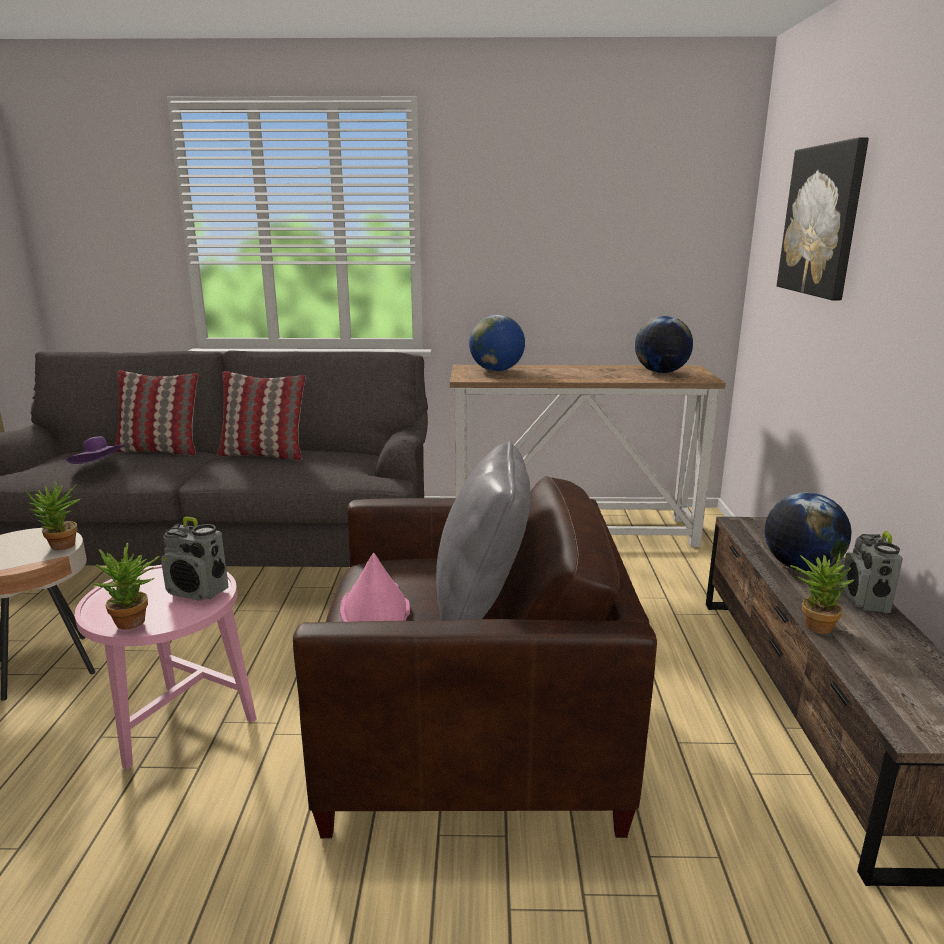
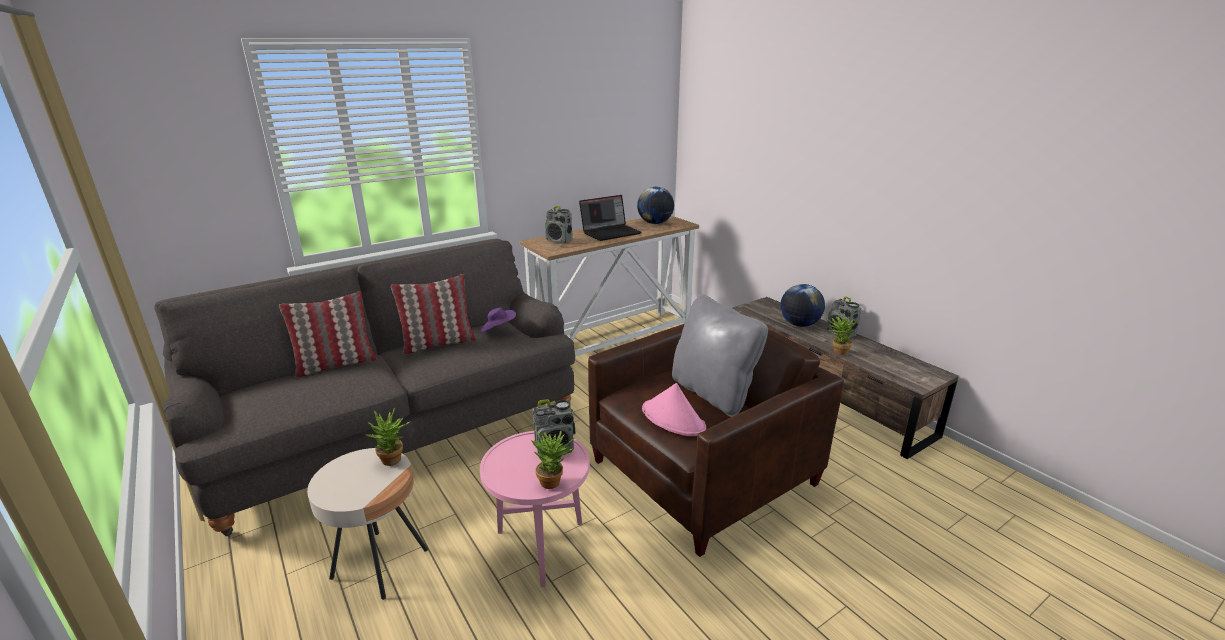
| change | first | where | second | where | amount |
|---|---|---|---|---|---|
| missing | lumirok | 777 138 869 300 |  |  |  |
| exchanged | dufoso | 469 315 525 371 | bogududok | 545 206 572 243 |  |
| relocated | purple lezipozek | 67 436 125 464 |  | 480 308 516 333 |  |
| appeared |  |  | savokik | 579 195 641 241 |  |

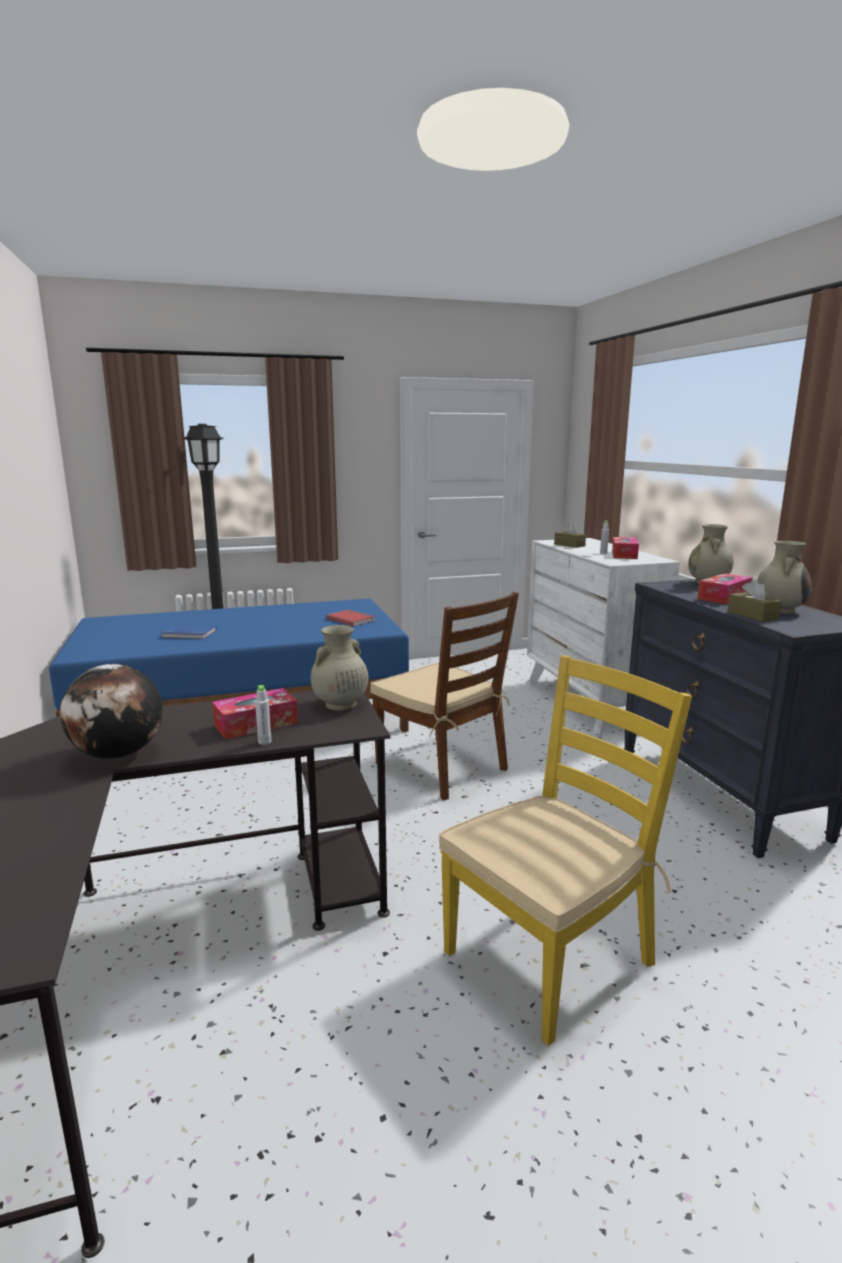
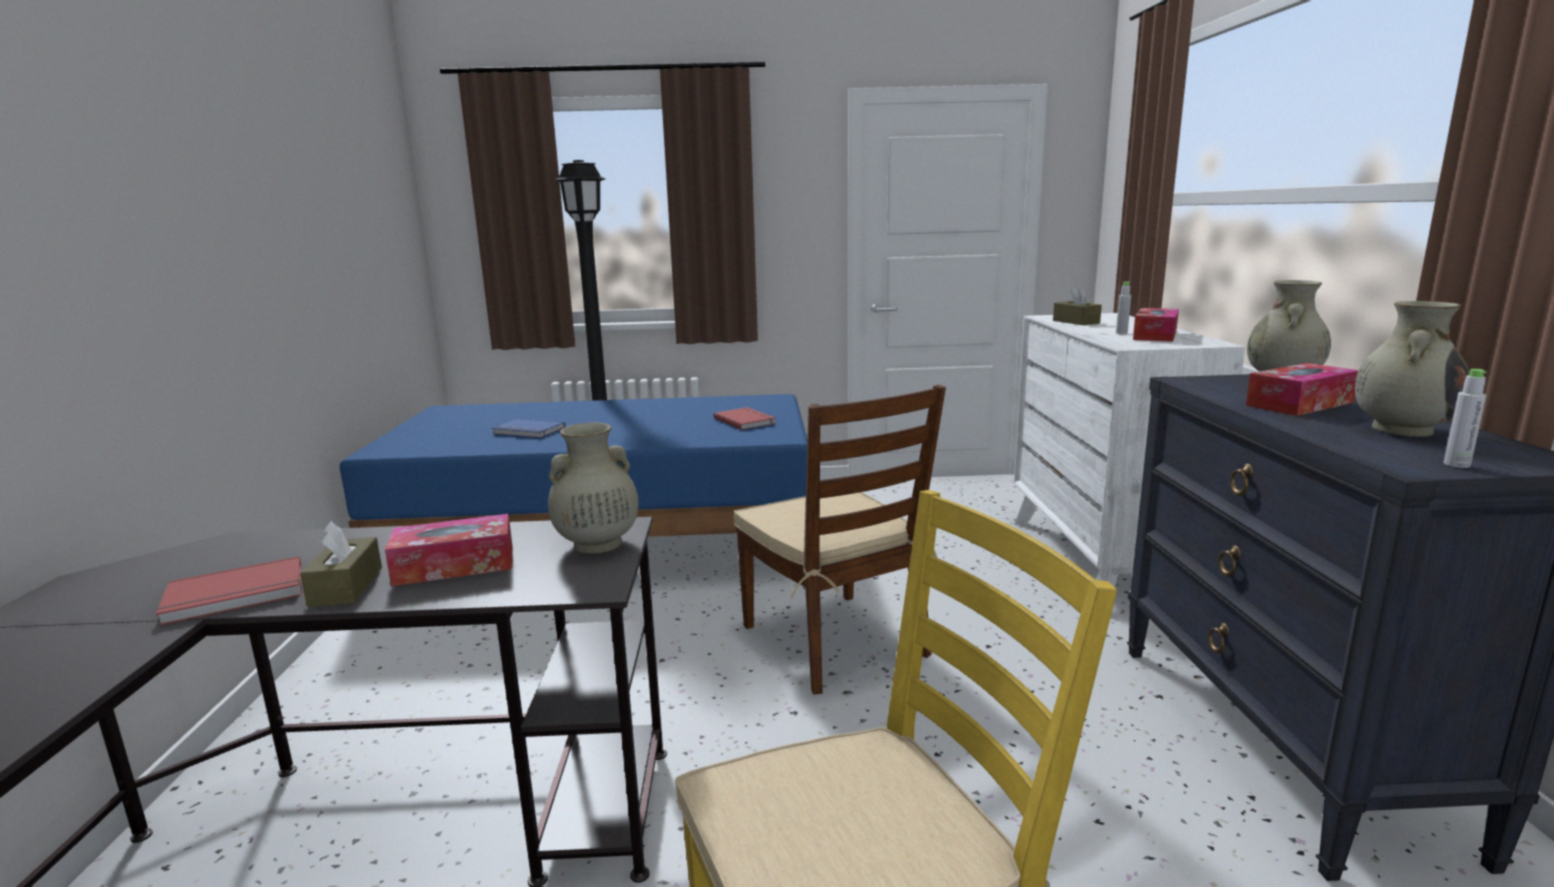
| change | first | where | second | where | amount |
|---|---|---|---|---|---|
| relocated | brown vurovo | 728 579 782 622 |  | 300 521 382 607 |  |
| exchanged | dufoso | 60 664 163 759 | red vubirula | 156 556 302 626 |  |
| relocated | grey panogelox | 255 685 271 745 |  | 1443 369 1487 468 |  |

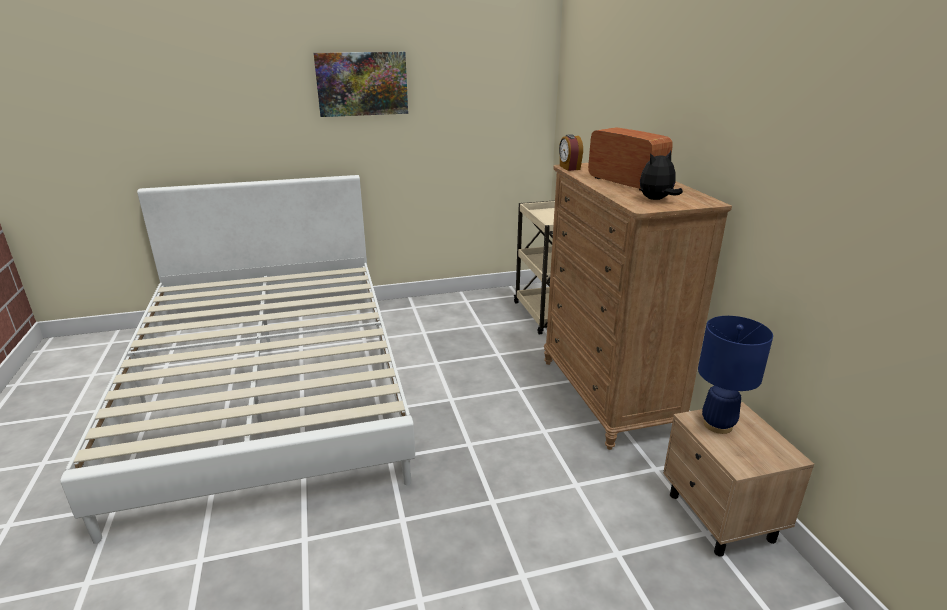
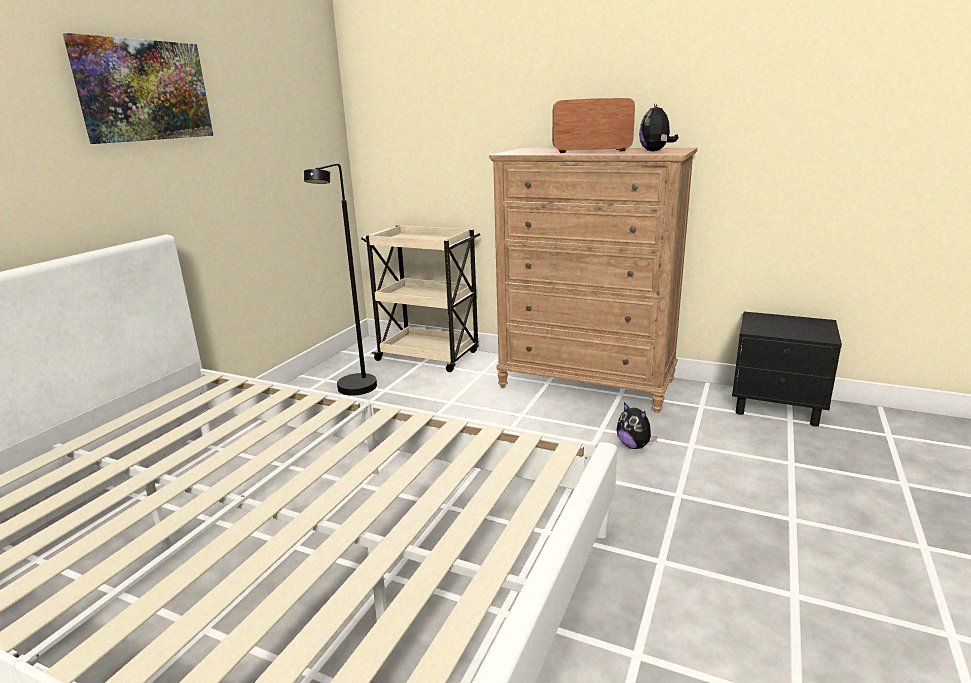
| change | first | where | second | where | amount |
|---|---|---|---|---|---|
| missing | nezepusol | 559 134 583 171 |  |  |  |
| missing | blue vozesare | 698 316 773 434 |  |  |  |
| colour | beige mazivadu | 663 402 814 557 | black mazivadu | 732 312 842 427 |  |
| appeared |  |  | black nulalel | 304 163 377 396 |  |
| appeared |  |  | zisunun | 617 402 657 449 |  |

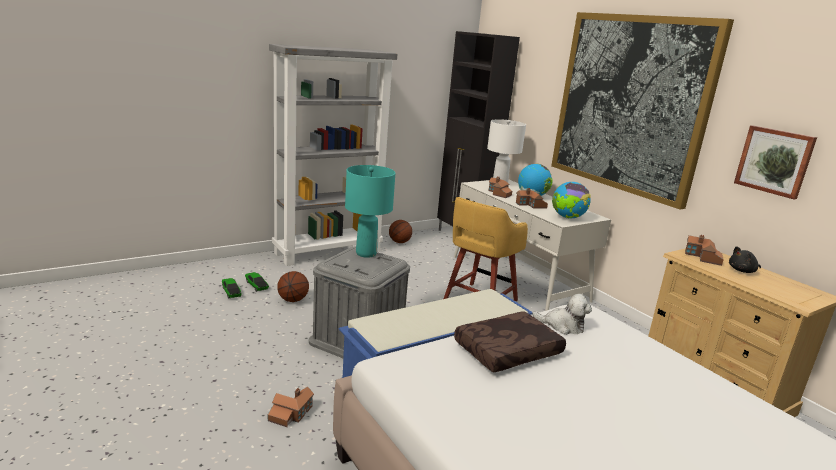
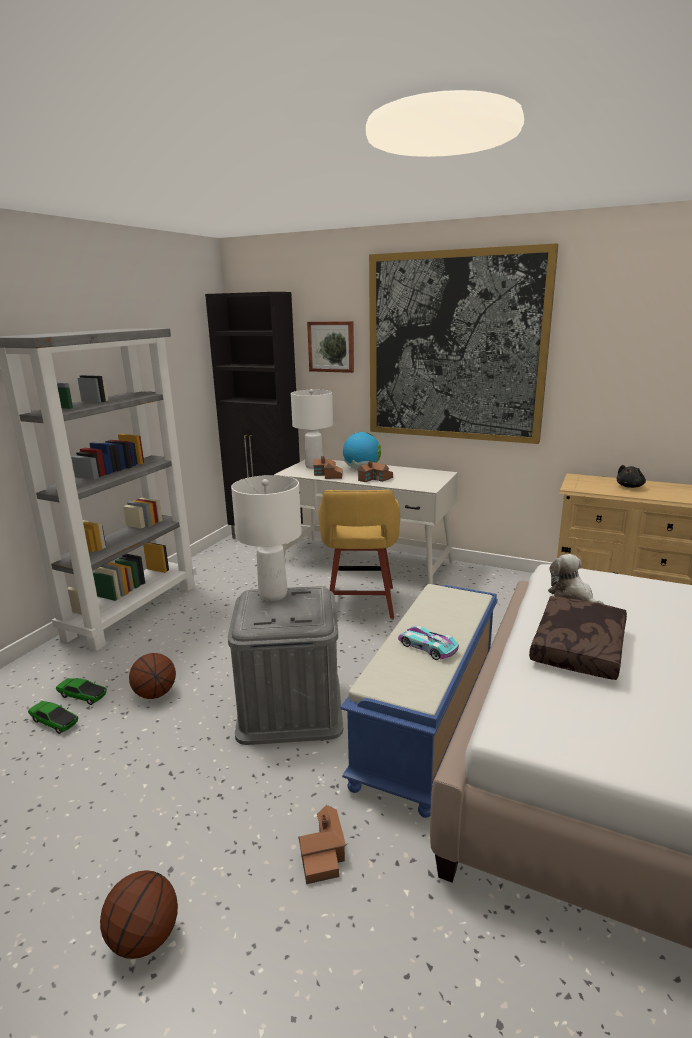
| change | first | where | second | where | amount |
|---|---|---|---|---|---|
| relocated | lumirok | 734 125 817 199 |  | 307 321 354 373 |  |
| colour | turquoise vozesare | 345 165 395 258 | white vozesare | 231 475 302 601 |  |
| missing | dufoso | 552 182 591 219 |  |  |  |
| relocated | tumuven | 389 220 412 243 |  | 100 870 178 959 |  |
| missing | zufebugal | 685 235 724 266 |  |  |  |
| spun | zisunun | 532 294 592 335 |  | 548 554 604 604 | 105 degrees counterclockwise |
| appeared |  |  | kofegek | 398 625 459 660 |  |

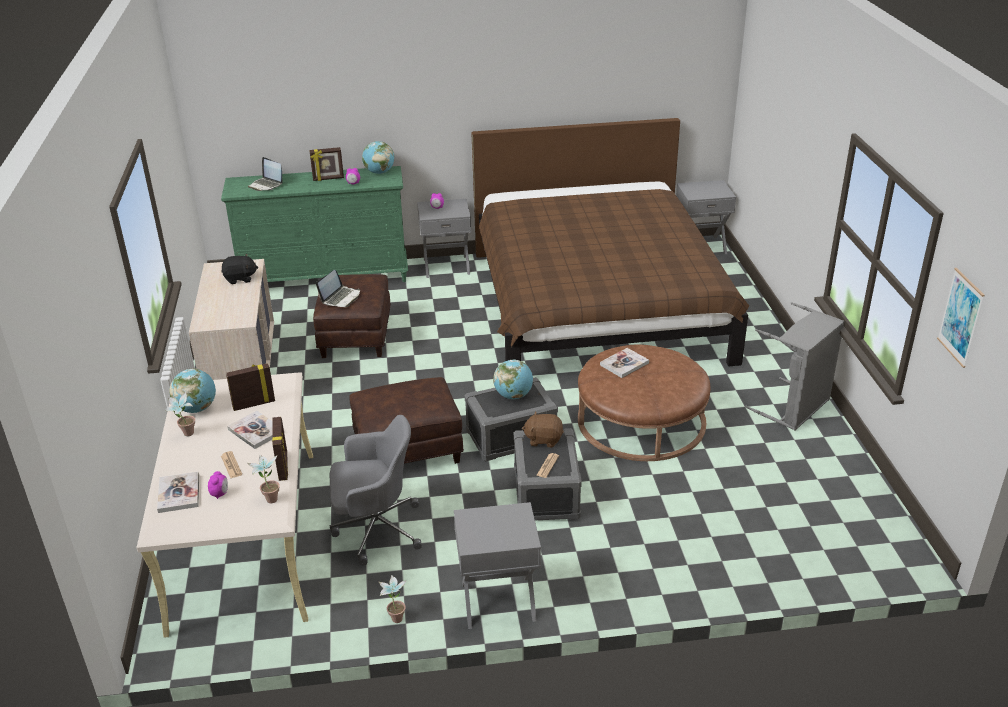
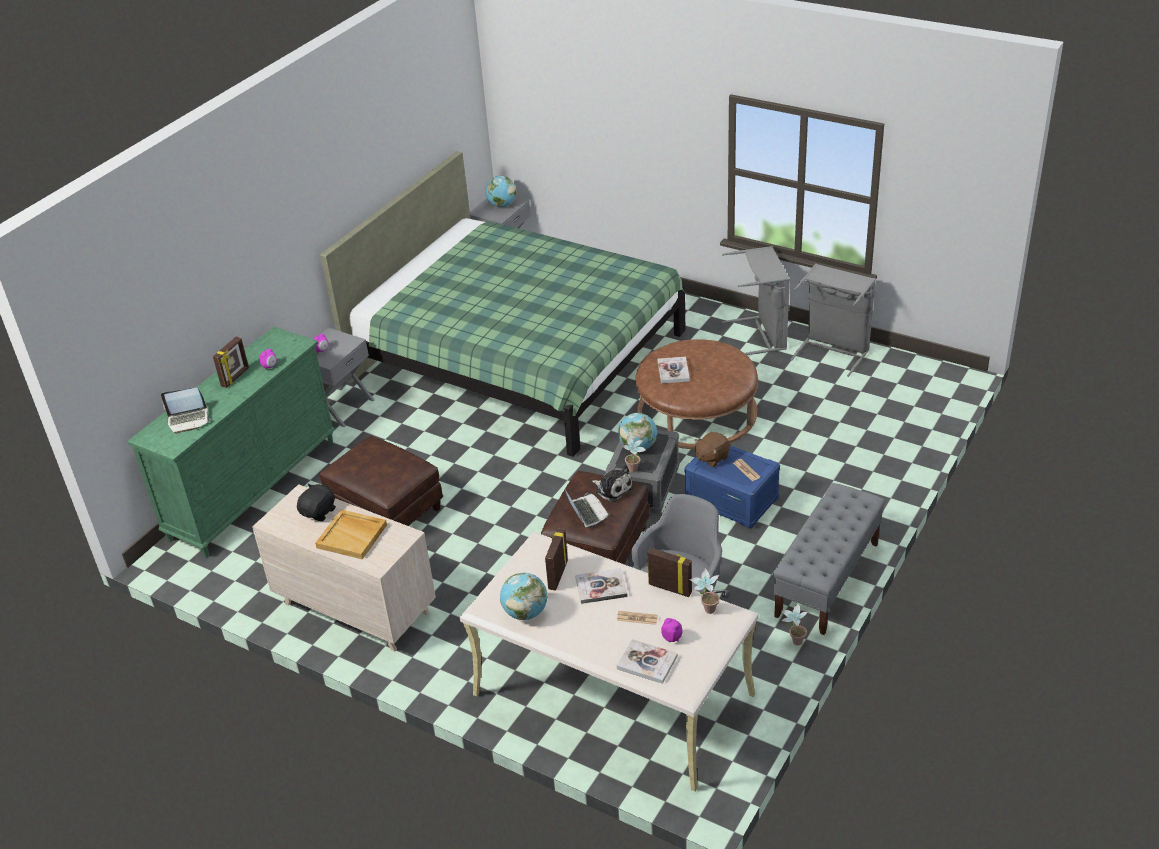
| change | first | where | second | where | amount |
|---|---|---|---|---|---|
| colour | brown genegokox | 471 118 749 366 | green genegokox | 320 151 685 457 |  |
| relocated | dufoso | 362 141 394 174 |  | 485 176 516 207 |  |
| missing | lumirok | 937 268 985 368 |  |  |  |
| relocated | savokik | 316 270 360 307 |  | 565 490 609 528 |  |
| relocated | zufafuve | 165 392 195 436 |  | 622 436 646 473 |  |
| colour | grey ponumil | 514 428 582 520 | blue ponumil | 684 445 780 528 |  |
| exchanged | grey mazivadu | 454 502 541 629 | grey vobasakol | 773 483 885 635 |  |
| appeared |  |  | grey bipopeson | 791 263 876 377 |  |
| appeared |  |  | zisunun | 592 465 633 502 |  |
| appeared |  |  | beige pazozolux | 315 509 387 559 |  |

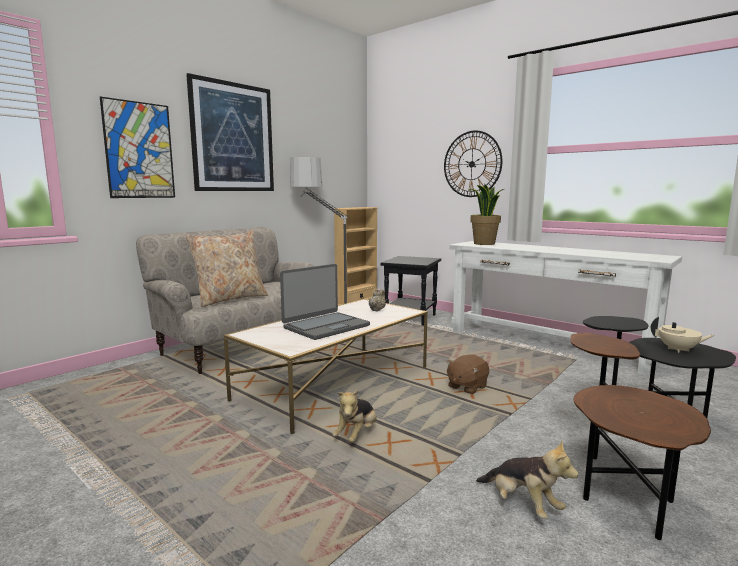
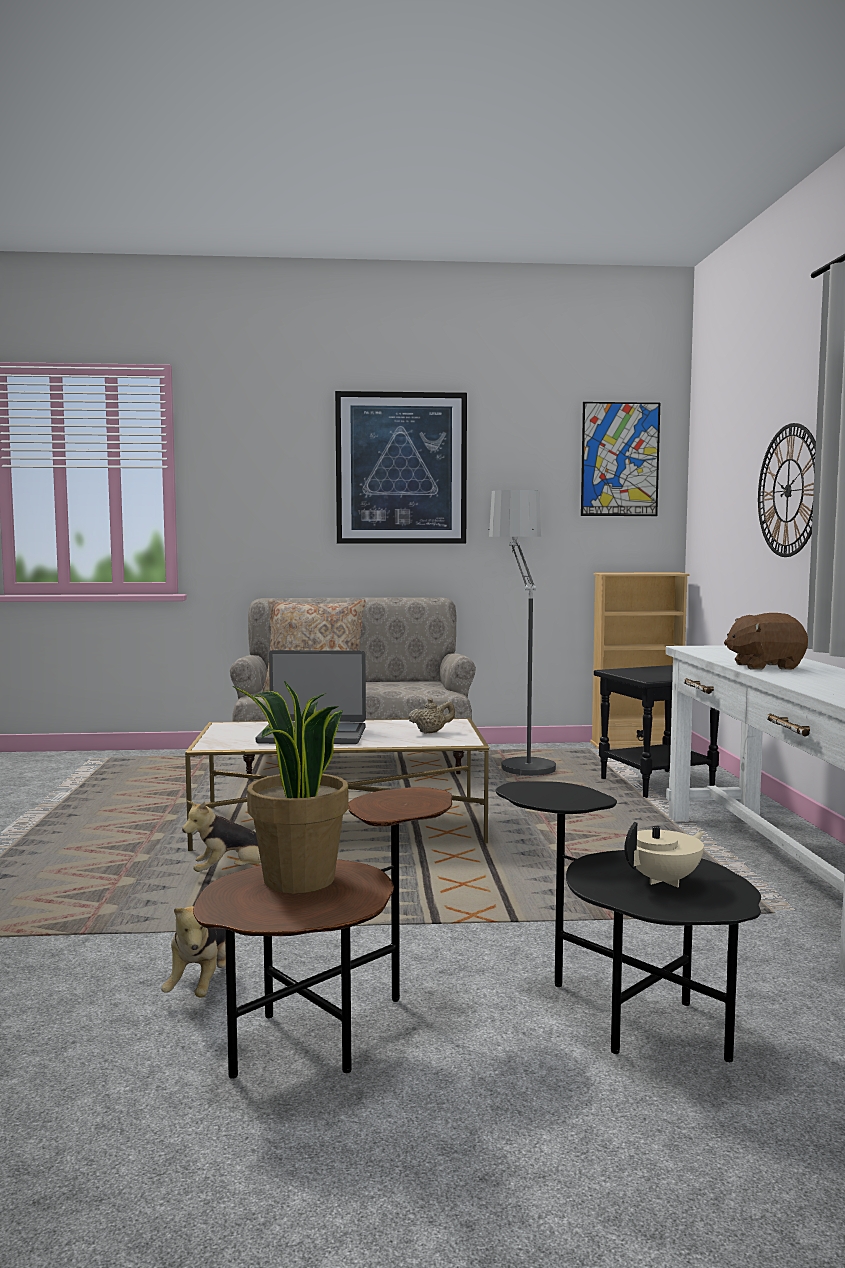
| change | first | where | second | where | amount |
|---|---|---|---|---|---|
| relocated | lumirok | 100 96 175 198 |  | 581 402 660 516 |  |
| relocated | zufafuve | 469 184 504 245 |  | 233 681 349 894 |  |
| spun | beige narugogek | 651 317 715 353 |  | 624 822 704 888 | 105 degrees counterclockwise |
| relocated | brown zisunun | 446 354 489 394 |  | 724 613 808 670 |  |

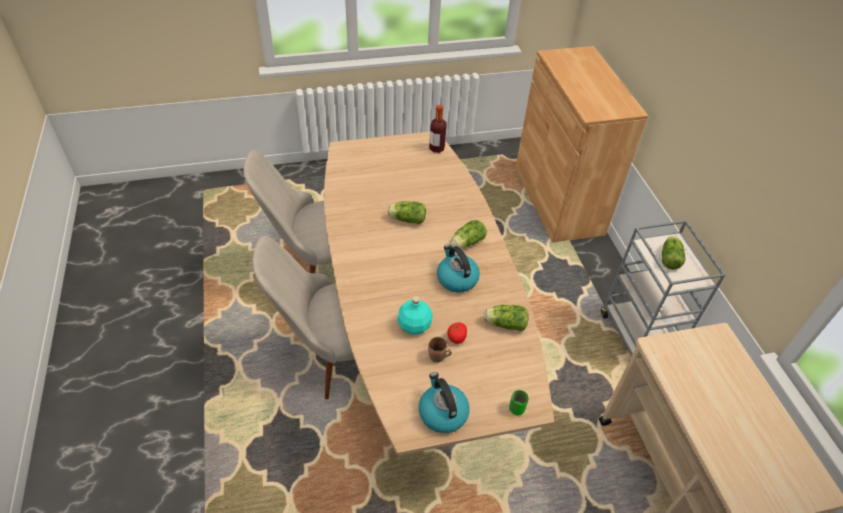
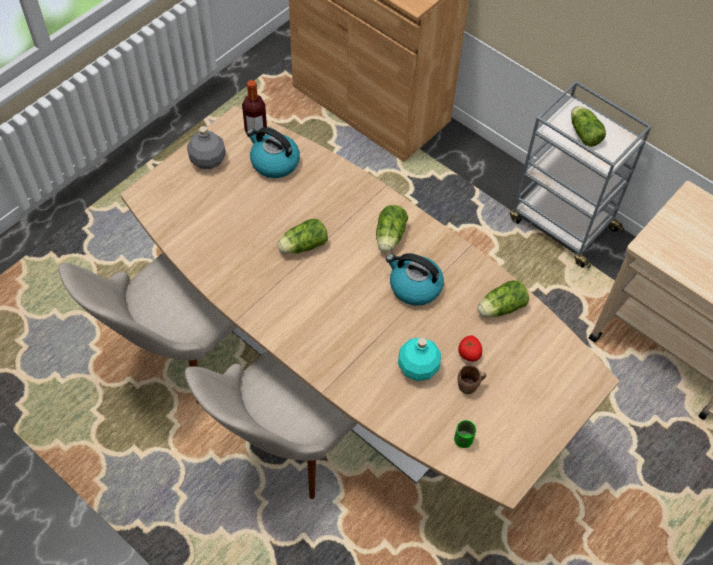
| change | first | where | second | where | amount |
|---|---|---|---|---|---|
| relocated | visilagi | 419 372 470 433 |  | 247 127 300 178 |  |
| relocated | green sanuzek | 509 390 529 415 |  | 454 420 476 448 |  |
| appeared |  |  | grey panogelox | 187 126 226 169 |  |

